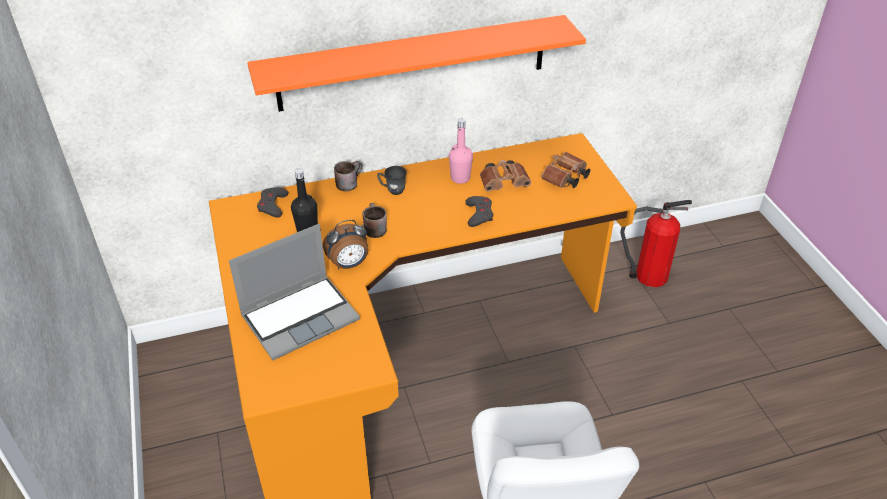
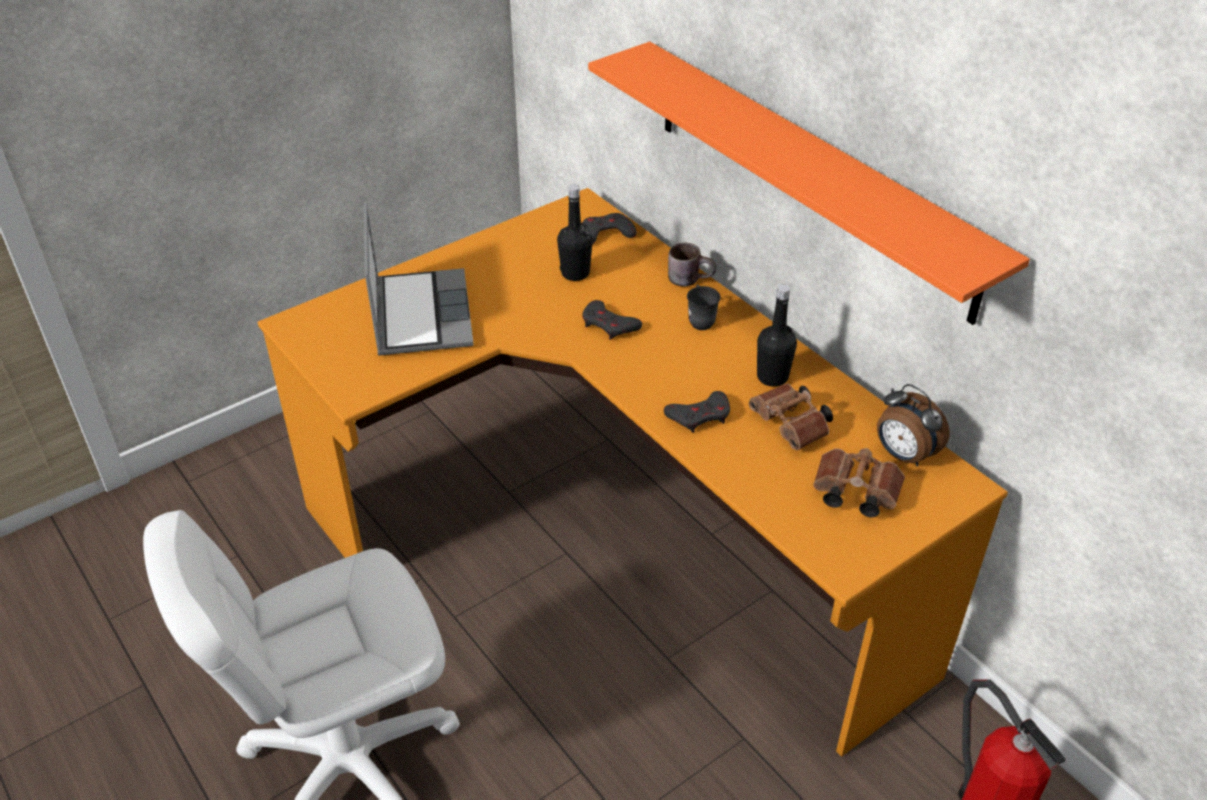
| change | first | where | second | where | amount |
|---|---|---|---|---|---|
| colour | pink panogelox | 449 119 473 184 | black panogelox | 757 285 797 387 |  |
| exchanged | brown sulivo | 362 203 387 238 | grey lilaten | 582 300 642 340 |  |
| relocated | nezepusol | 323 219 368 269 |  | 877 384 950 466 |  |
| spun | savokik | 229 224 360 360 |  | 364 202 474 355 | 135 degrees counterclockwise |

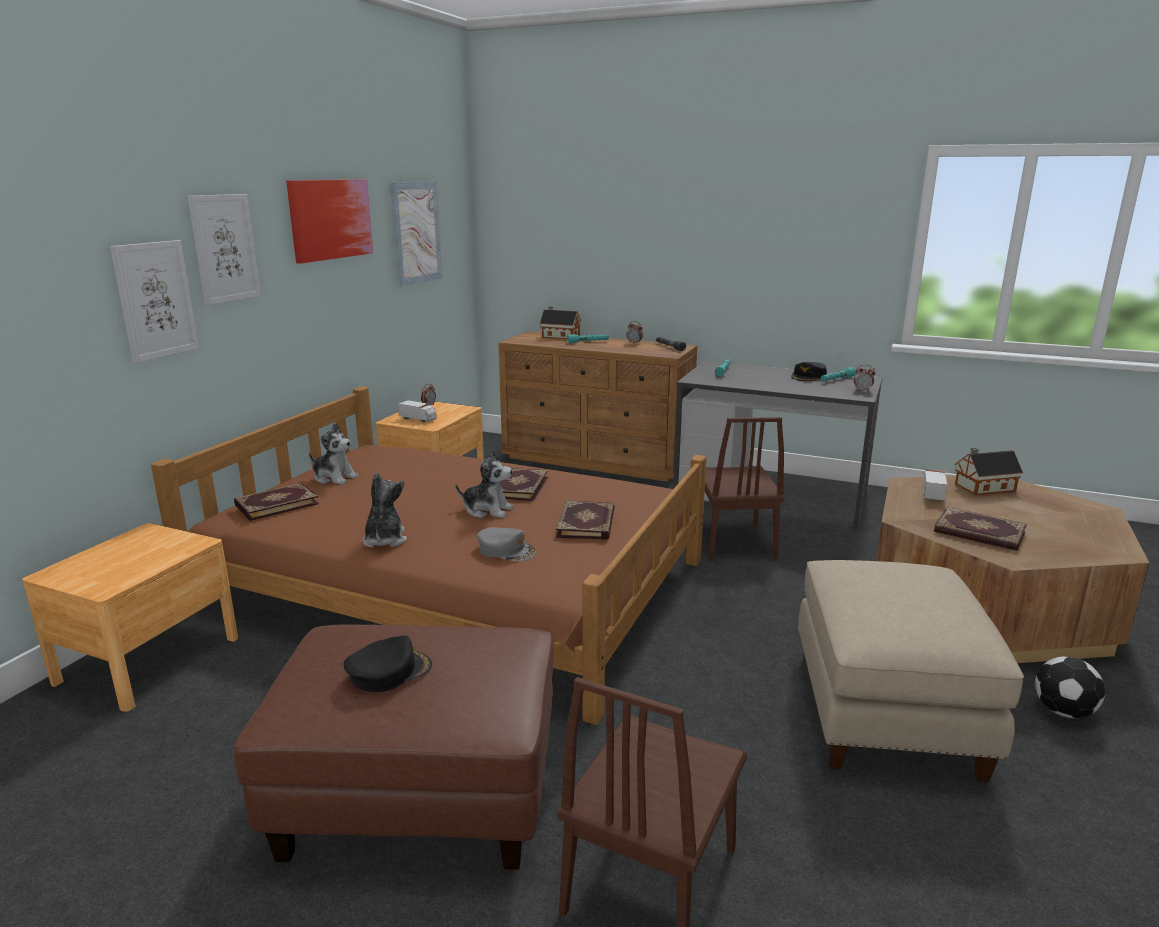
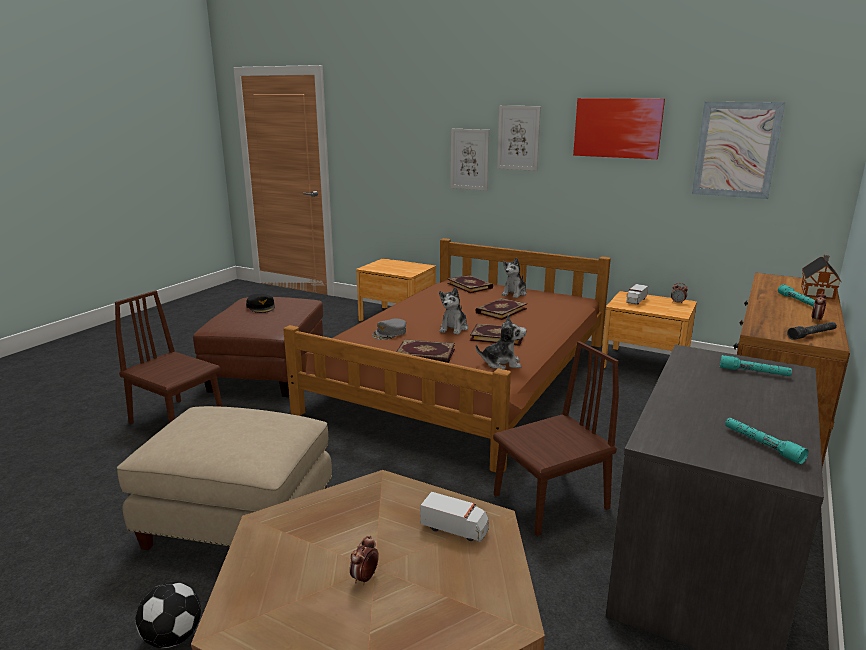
| change | first | where | second | where | amount |
|---|---|---|---|---|---|
| missing | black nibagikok | 791 362 827 381 |  |  |  |
| relocated | nezepusol | 854 365 876 392 |  | 350 536 379 585 |  |
| spun | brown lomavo | 705 417 785 560 |  | 493 341 619 536 | 150 degrees clockwise |
| missing | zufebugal | 955 448 1023 495 |  |  |  |
| relocated | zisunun | 362 473 407 547 |  | 476 315 527 370 |  |
| relocated | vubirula | 934 507 1027 551 |  | 475 298 527 320 |  |

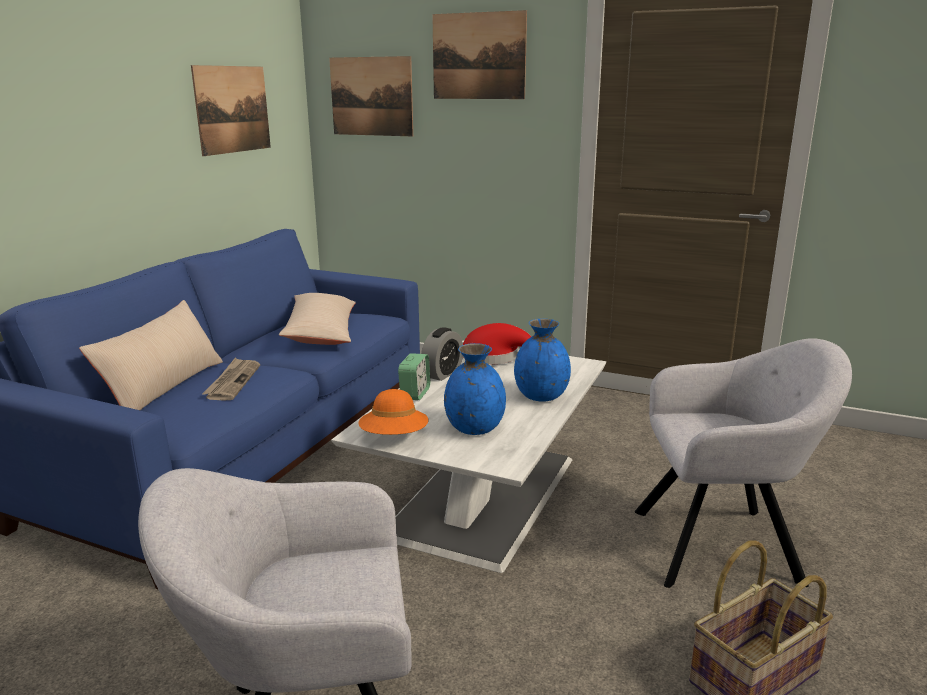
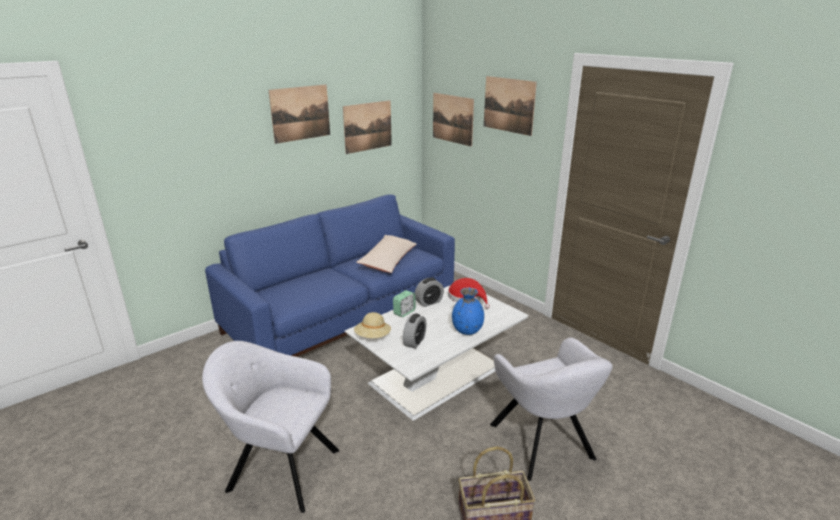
| change | first | where | second | where | amount |
|---|---|---|---|---|---|
| missing | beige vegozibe | 79 300 223 411 |  |  |  |
| spun | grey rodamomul | 635 338 852 588 |  | 490 338 613 481 | 45 degrees clockwise |
| exchanged | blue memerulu | 444 343 506 435 | nezepusol | 403 314 427 349 |  |
| missing | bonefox | 202 358 260 400 |  |  |  |
| colour | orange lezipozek | 358 389 429 435 | beige lezipozek | 354 312 391 338 |  |
| appeared |  |  | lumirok | 269 84 330 144 |  |

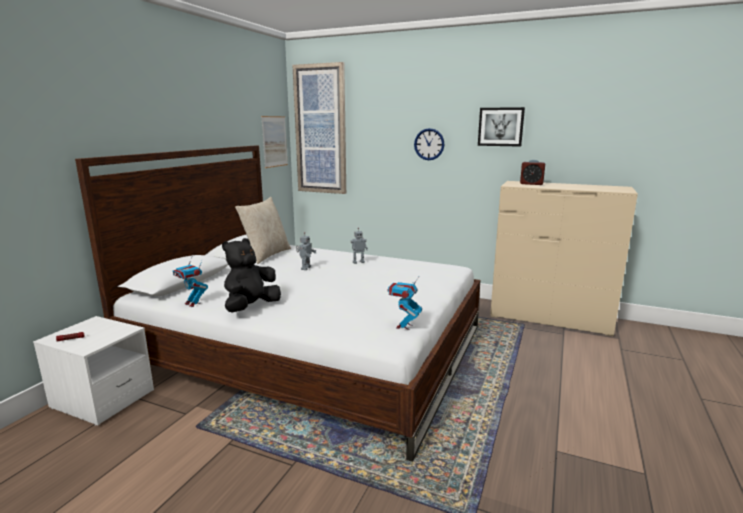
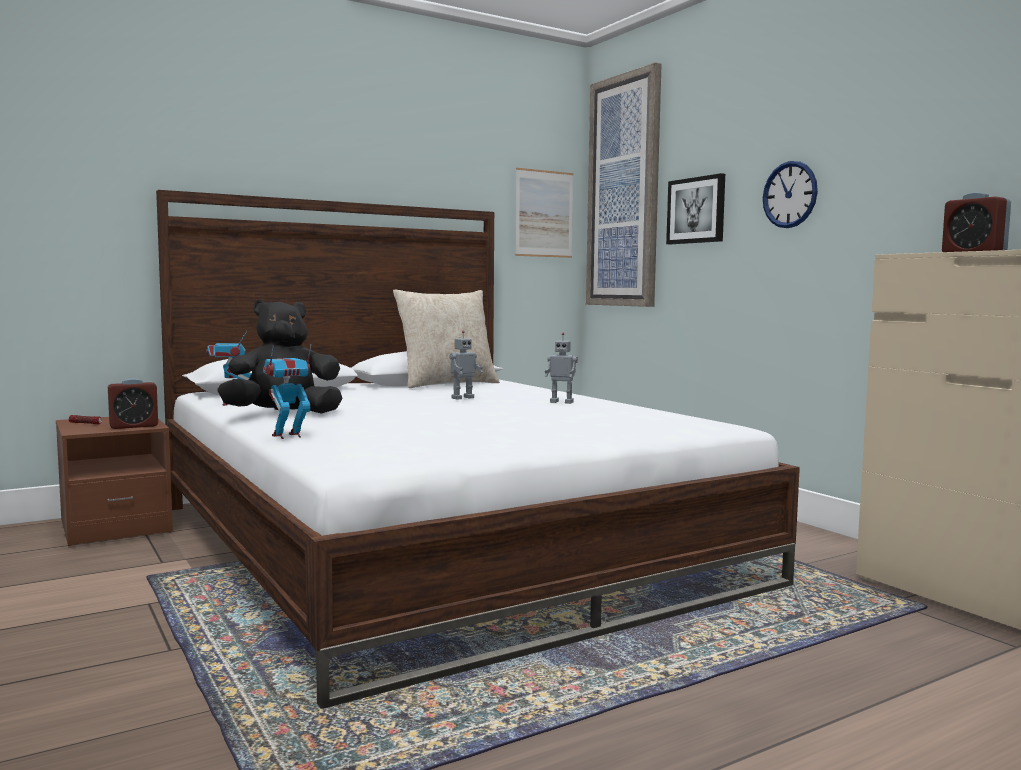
| change | first | where | second | where | amount |
|---|---|---|---|---|---|
| relocated | lumirok | 478 107 525 147 |  | 666 173 725 244 |  |
| relocated | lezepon | 388 277 422 330 |  | 263 345 311 439 |  |
| colour | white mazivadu | 33 316 154 426 | brown mazivadu | 56 417 173 546 |  |
| appeared |  |  | nezepusol | 108 378 158 429 |  |

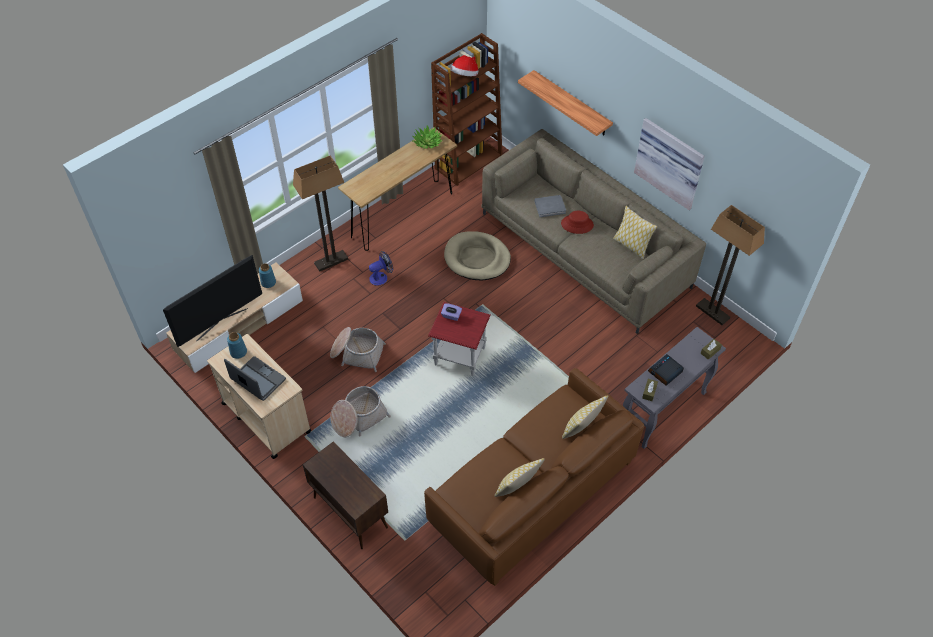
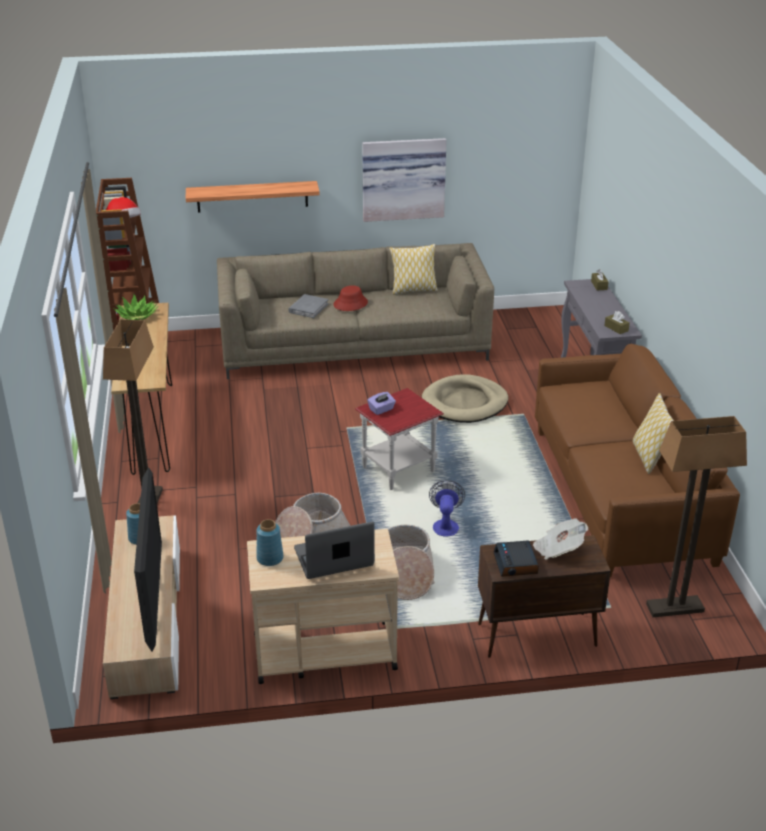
| change | first | where | second | where | amount |
|---|---|---|---|---|---|
| relocated | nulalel | 696 205 765 325 |  | 646 416 747 617 |  |
| relocated | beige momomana | 444 231 511 280 |  | 422 374 508 423 |  |
| relocated | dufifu | 369 251 393 286 |  | 429 480 465 536 |  |
| relocated | nezepusol | 648 354 684 386 |  | 494 541 539 577 |  |
| missing | vegozibe | 562 395 608 439 |  |  |  |
| appeared |  |  | bonefox | 533 518 588 559 |  |

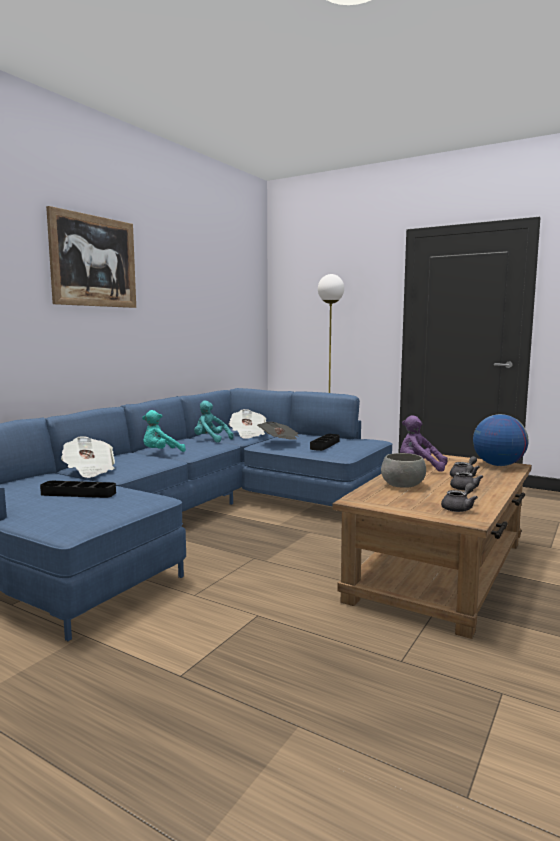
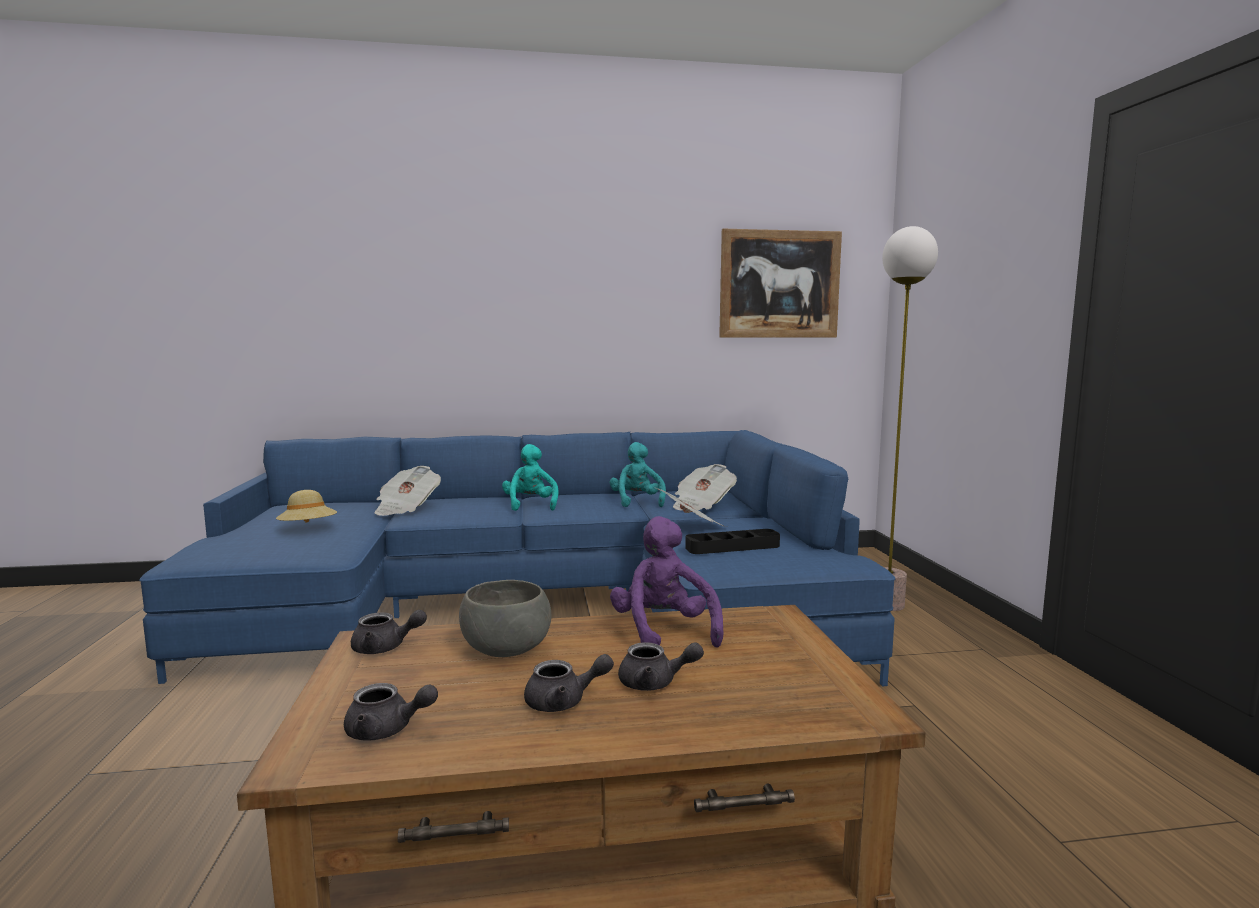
| change | first | where | second | where | amount |
|---|---|---|---|---|---|
| relocated | lumirok | 46 206 136 308 |  | 719 229 842 338 |  |
| spun | turquoise zisunun | 142 410 186 452 |  | 502 444 559 511 | 60 degrees clockwise |
| missing | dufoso | 473 414 528 466 |  |  |  |
| exchanged | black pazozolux | 40 481 116 498 | beige lezipozek | 276 490 337 523 |  |
| appeared |  |  | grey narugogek | 351 610 427 654 |  |

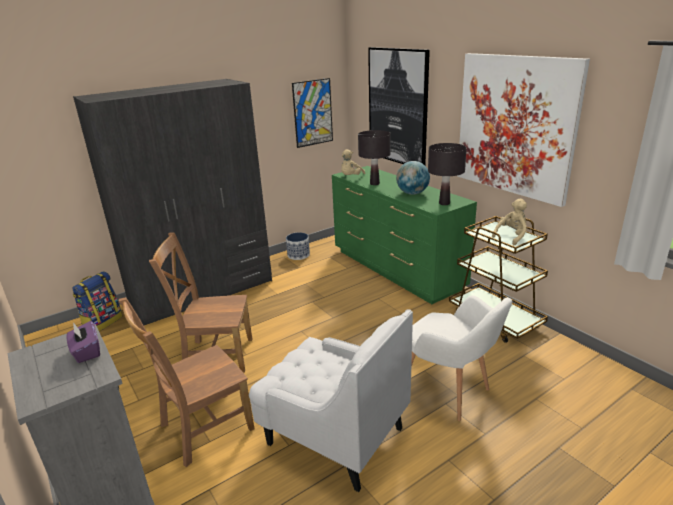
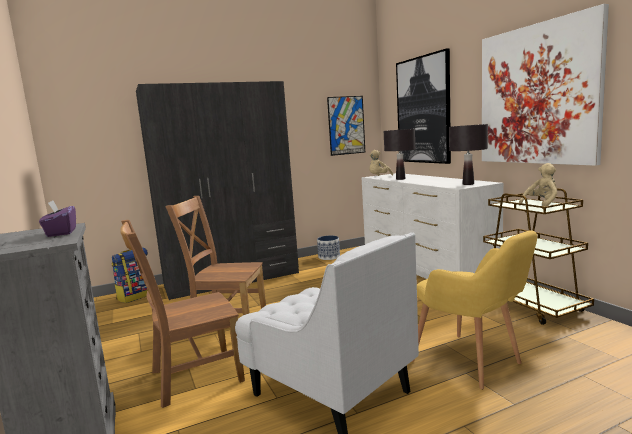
| change | first | where | second | where | amount |
|---|---|---|---|---|---|
| missing | dufoso | 396 161 430 195 |  |  |  |
| colour | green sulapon | 332 166 477 304 | white sulapon | 362 173 503 279 |  |
| colour | white rodamomul | 411 295 512 421 | yellow rodamomul | 412 230 537 390 |  |

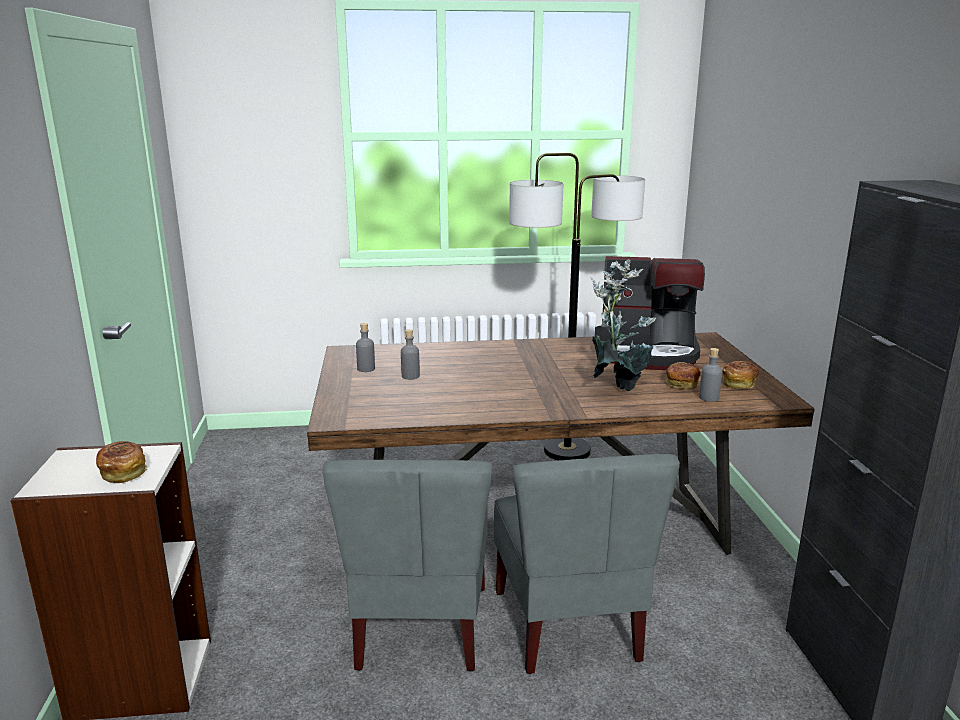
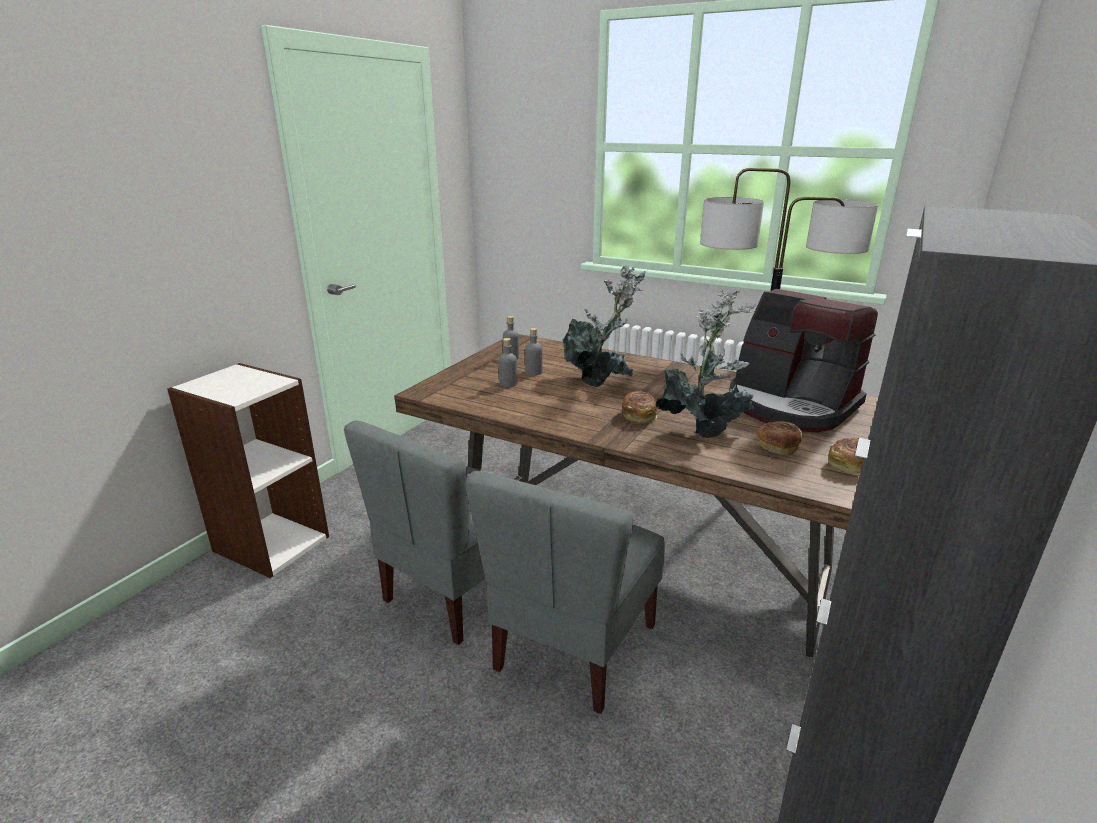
| change | first | where | second | where | amount |
|---|---|---|---|---|---|
| relocated | grey panogelox | 699 348 722 402 |  | 499 338 517 387 |  |
| relocated | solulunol | 96 441 147 483 |  | 622 391 658 424 |  |
| appeared |  |  | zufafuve | 562 265 646 387 |  |

